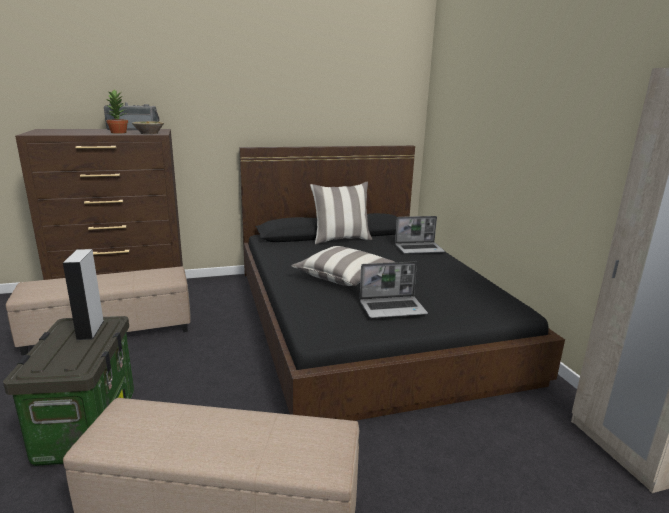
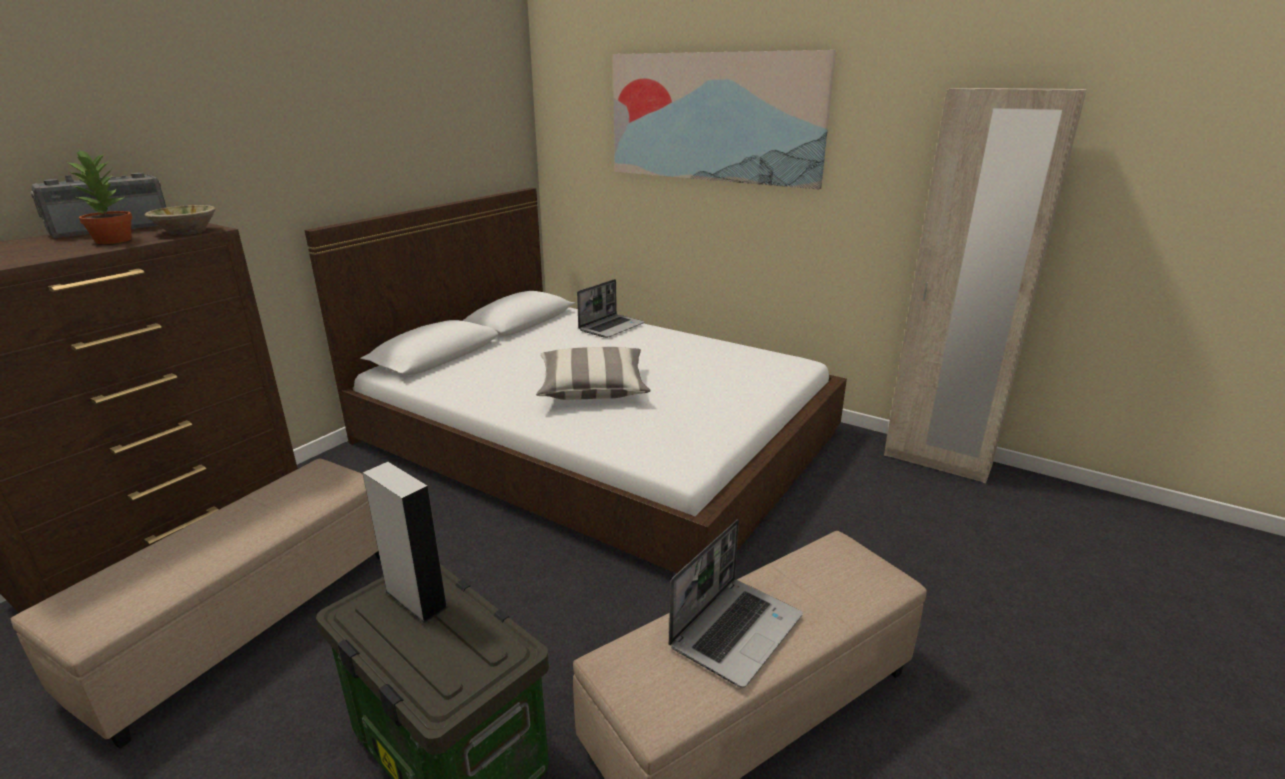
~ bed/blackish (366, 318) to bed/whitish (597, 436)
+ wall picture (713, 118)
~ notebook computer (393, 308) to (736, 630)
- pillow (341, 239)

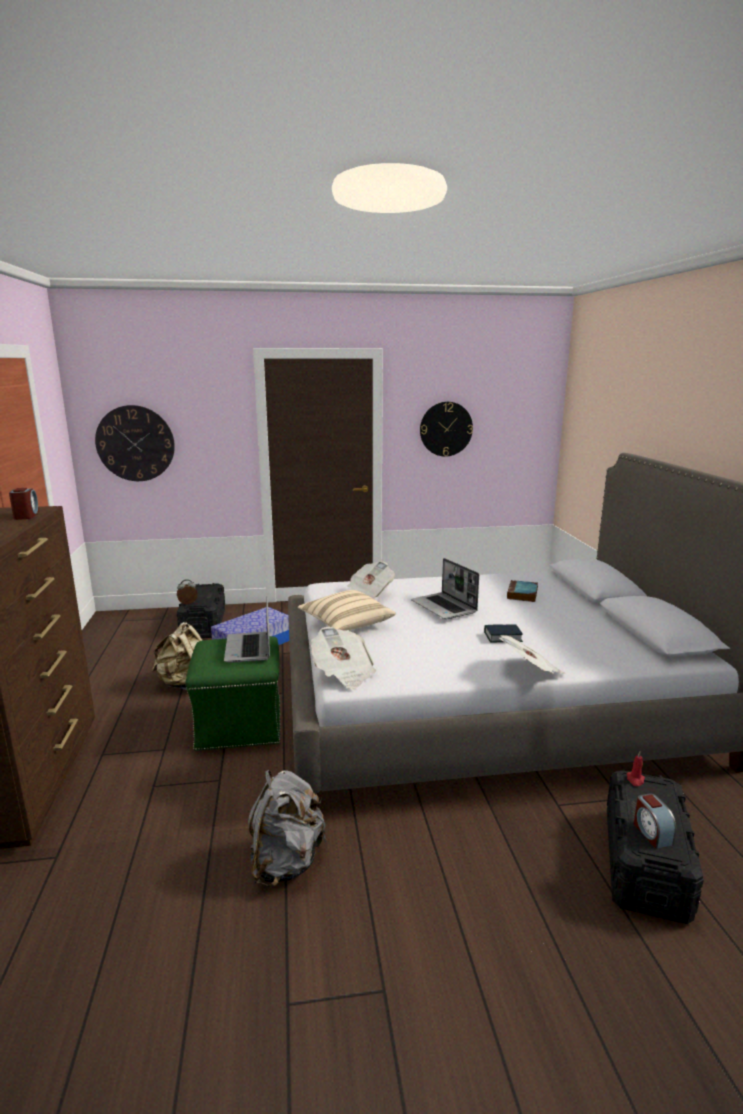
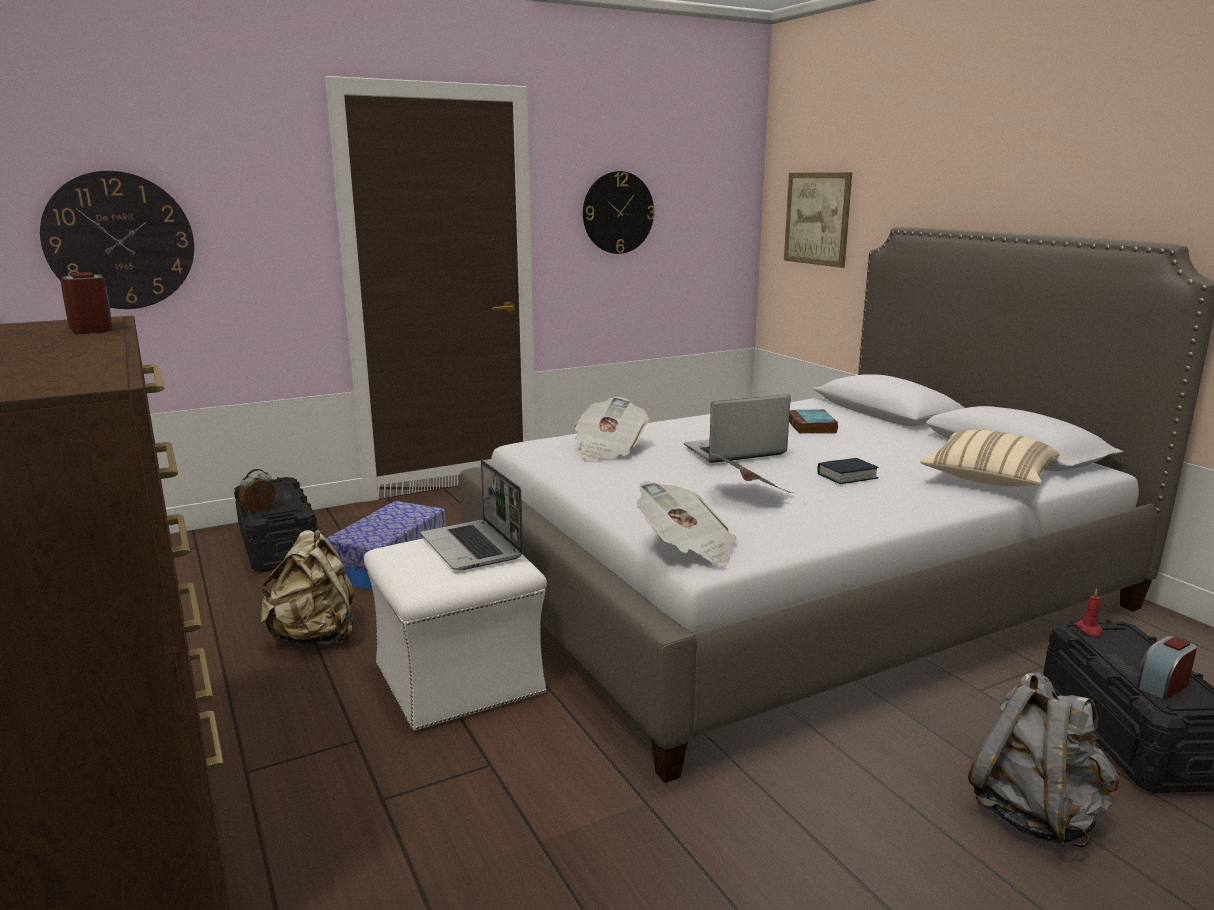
~ footrest/greenish (239, 725) to footrest/whitish (459, 679)
~ notebook computer (444, 607) = (733, 451) 120 degrees clockwise
~ printed paper (530, 671) to (750, 496)
+ wall picture (817, 218)
~ pillow/beige (346, 624) to (988, 480)
~ backpack/gray (286, 862) to (1035, 814)
~ bedside clock (651, 833) = (1163, 685) 90 degrees clockwise

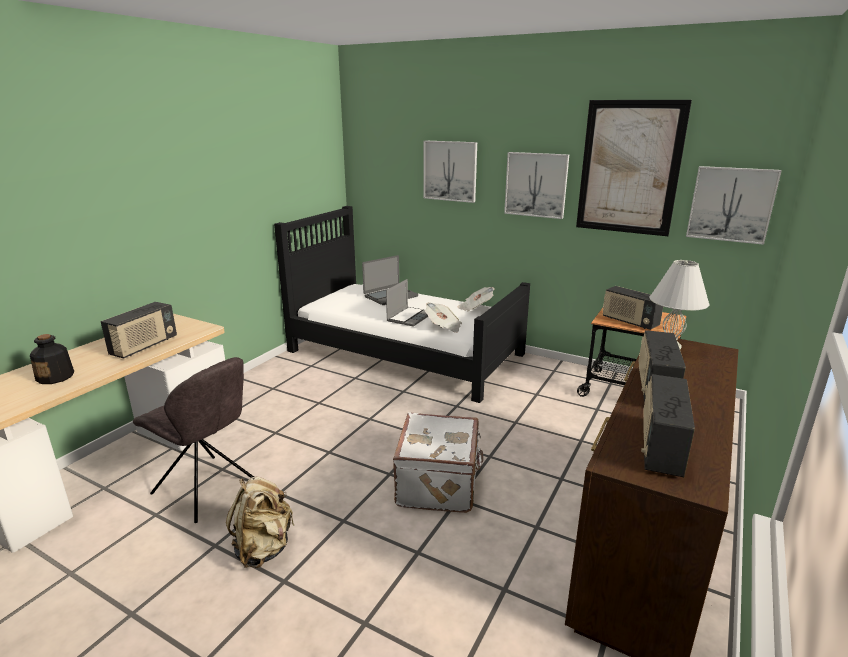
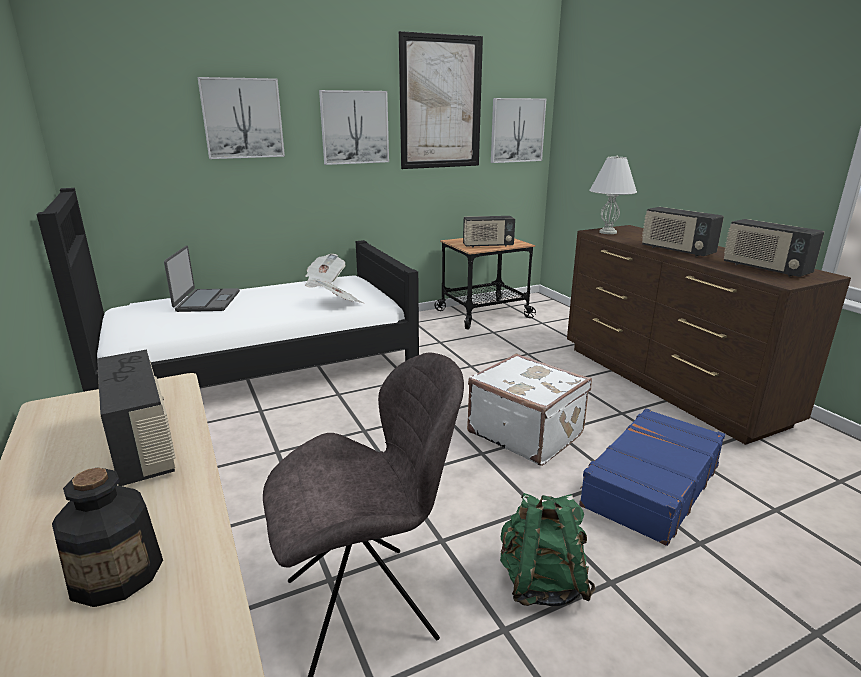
~ backpack/beige (263, 548) to backpack/greenish (541, 583)
+ travel case/bluish (650, 485)
- notebook computer (409, 317)

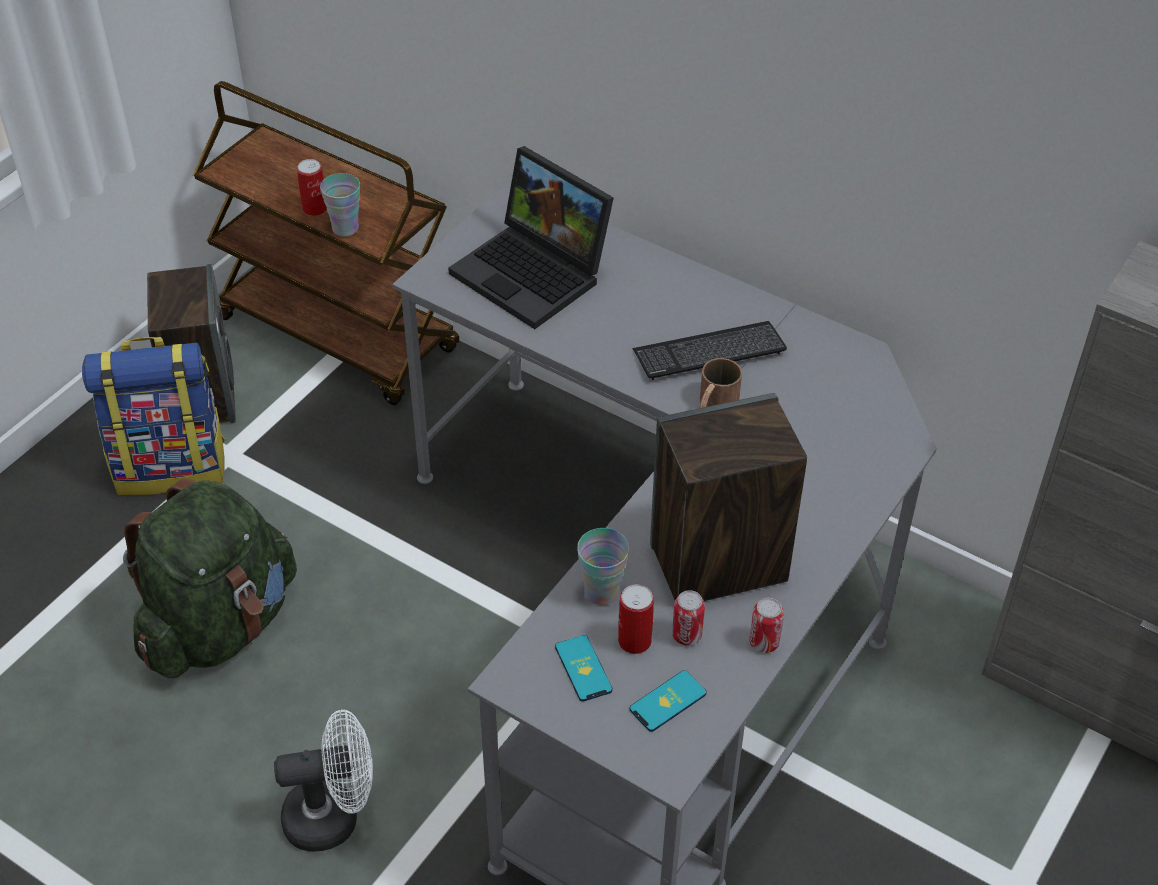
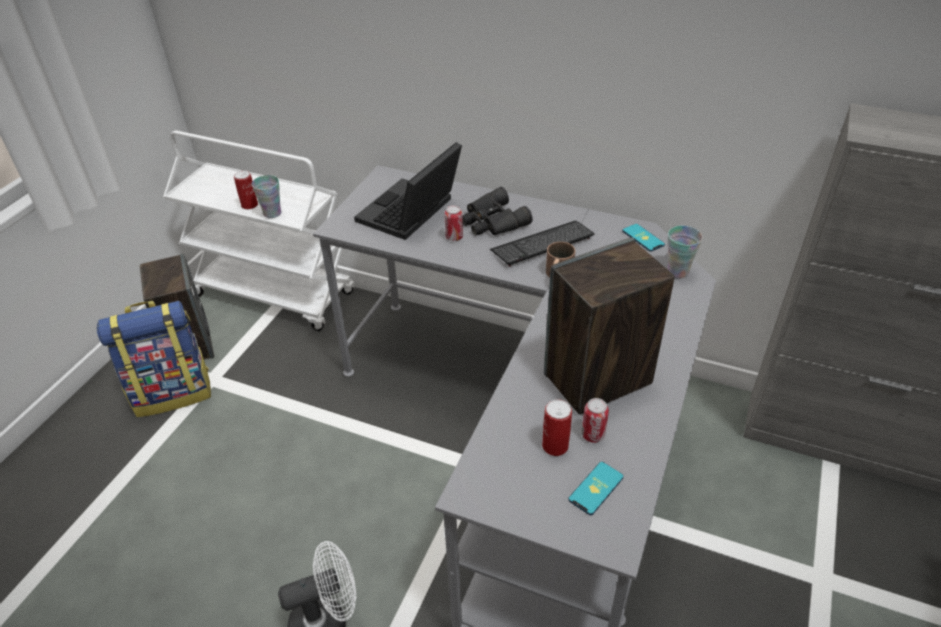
~ trolley/brown-coloured (339, 334) to trolley/whitish (276, 294)
~ notebook computer (535, 273) = (410, 214) 90 degrees clockwise
~ metal can (764, 642) to (454, 237)
+ pair of binoculars/blackish (492, 221)
~ handset (583, 668) to (643, 238)
~ small cup (602, 592) to (677, 271)
- backpack/greenish (220, 625)

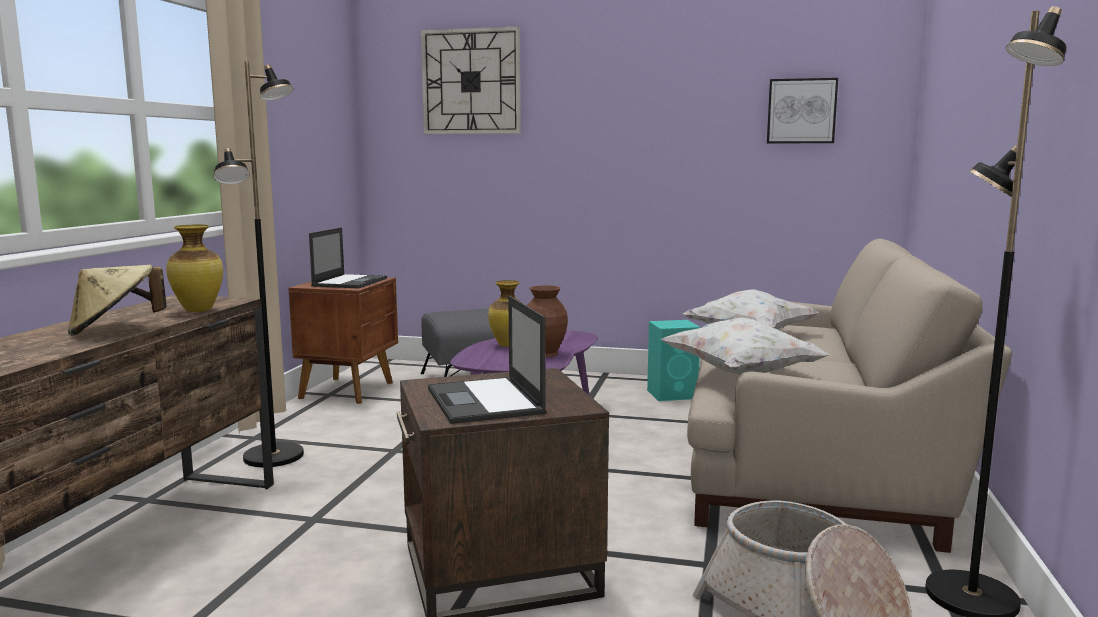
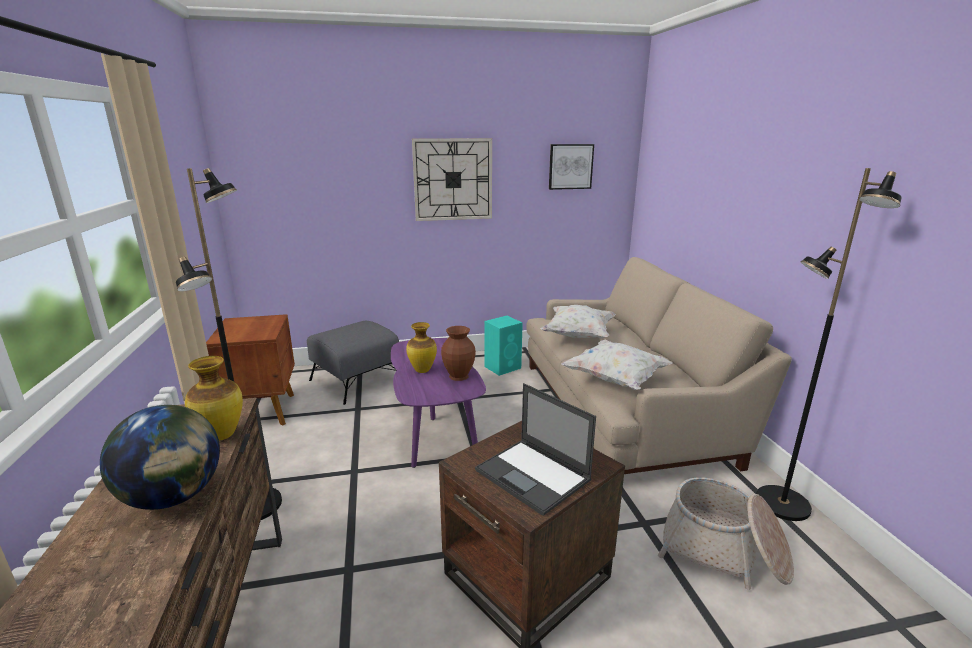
~ clothing hat/beige (115, 329) to world globe (174, 497)
~ hanging clock (471, 82) to (453, 179)
- notebook computer (350, 282)

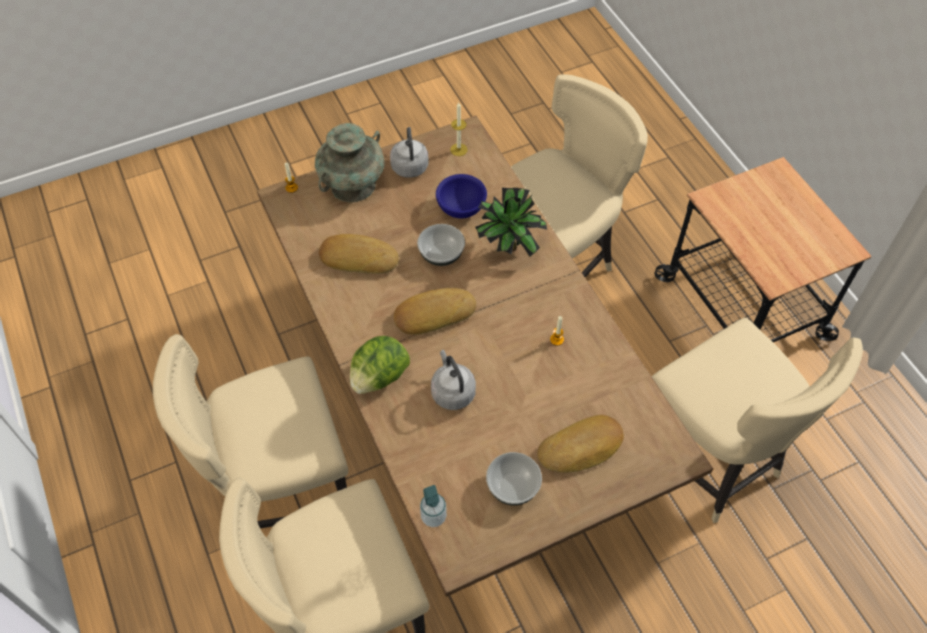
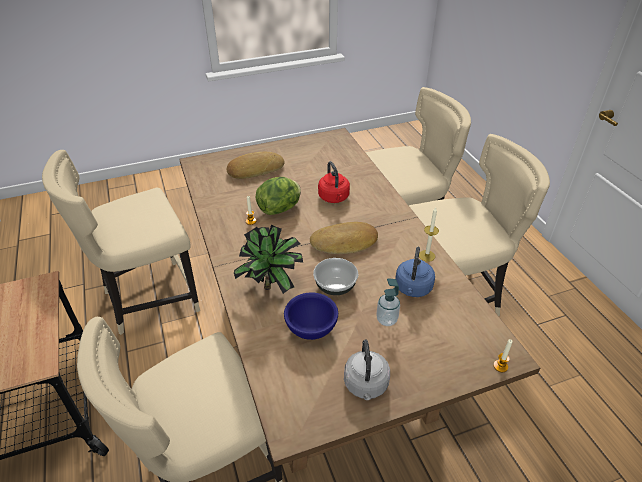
~ plain chair/beige (711, 460) = (149, 299) 90 degrees counterclockwise
~ lettuce head (379, 377) to (280, 209)
~ tea kettle/gray (452, 391) to tea kettle/reddish (334, 198)
~ soap dispenser (433, 517) to (386, 320)
~ bakery bread (359, 257) to tea kettle/bluish (413, 289)
~ candle (458, 149) to (426, 255)
- flower vase/blue-green (353, 185)
- bowl (513, 486)

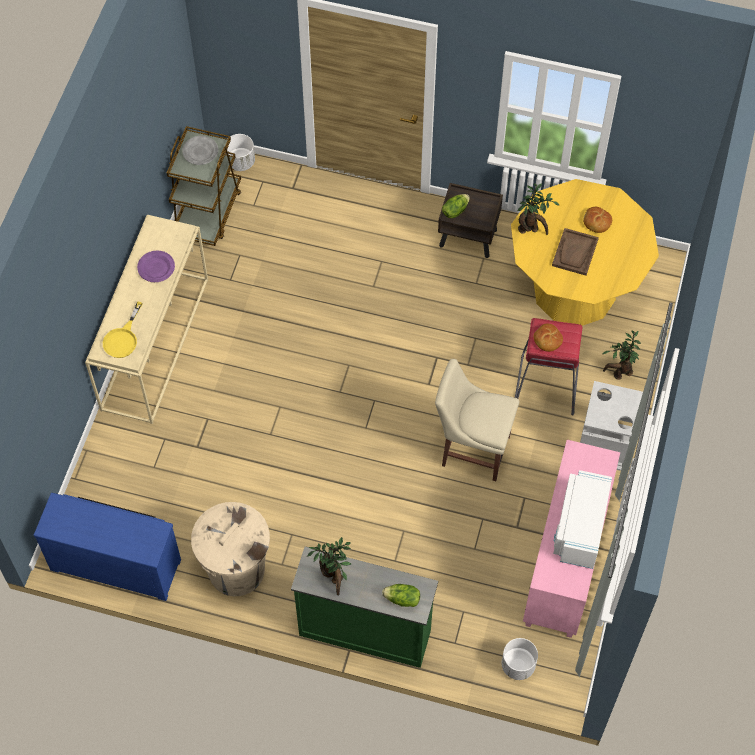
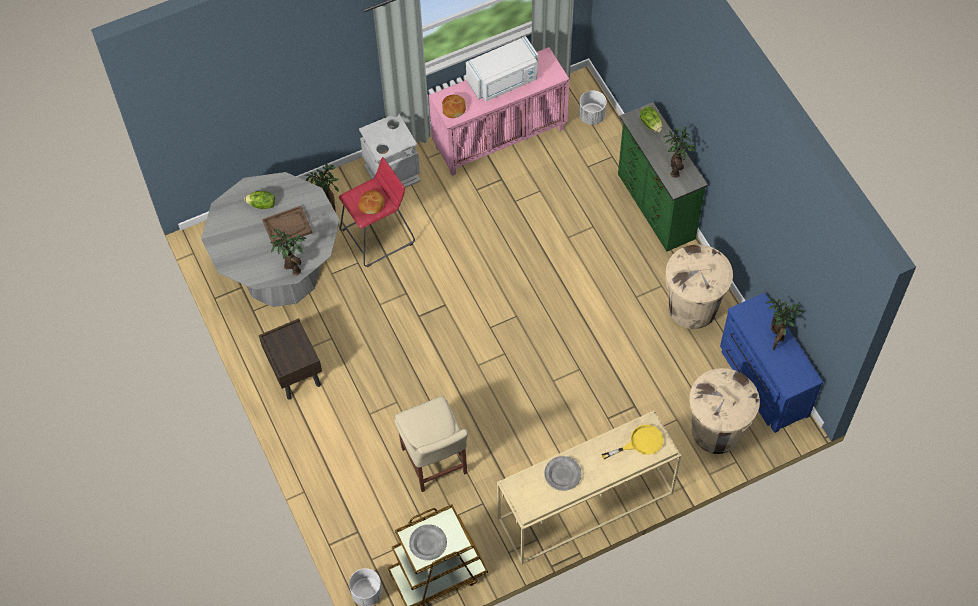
~ kitchen table/yellowish (574, 290) to kitchen table/gray (281, 273)
~ lettuce head (455, 210) to (262, 205)
~ plain chair/beige (472, 449) to (435, 464)
~ bakery bread (596, 222) to (454, 108)
~ dinner plate/purple (156, 268) to dinner plate/gray (563, 474)
+ trash can/beige (716, 431)
+ plant in a pot (777, 336)

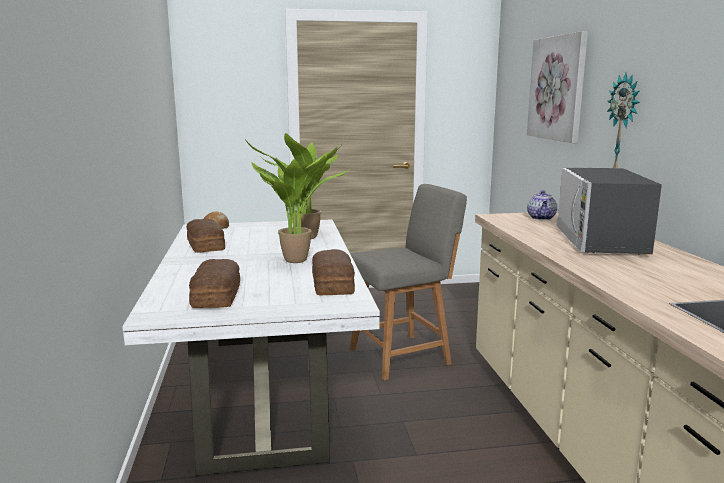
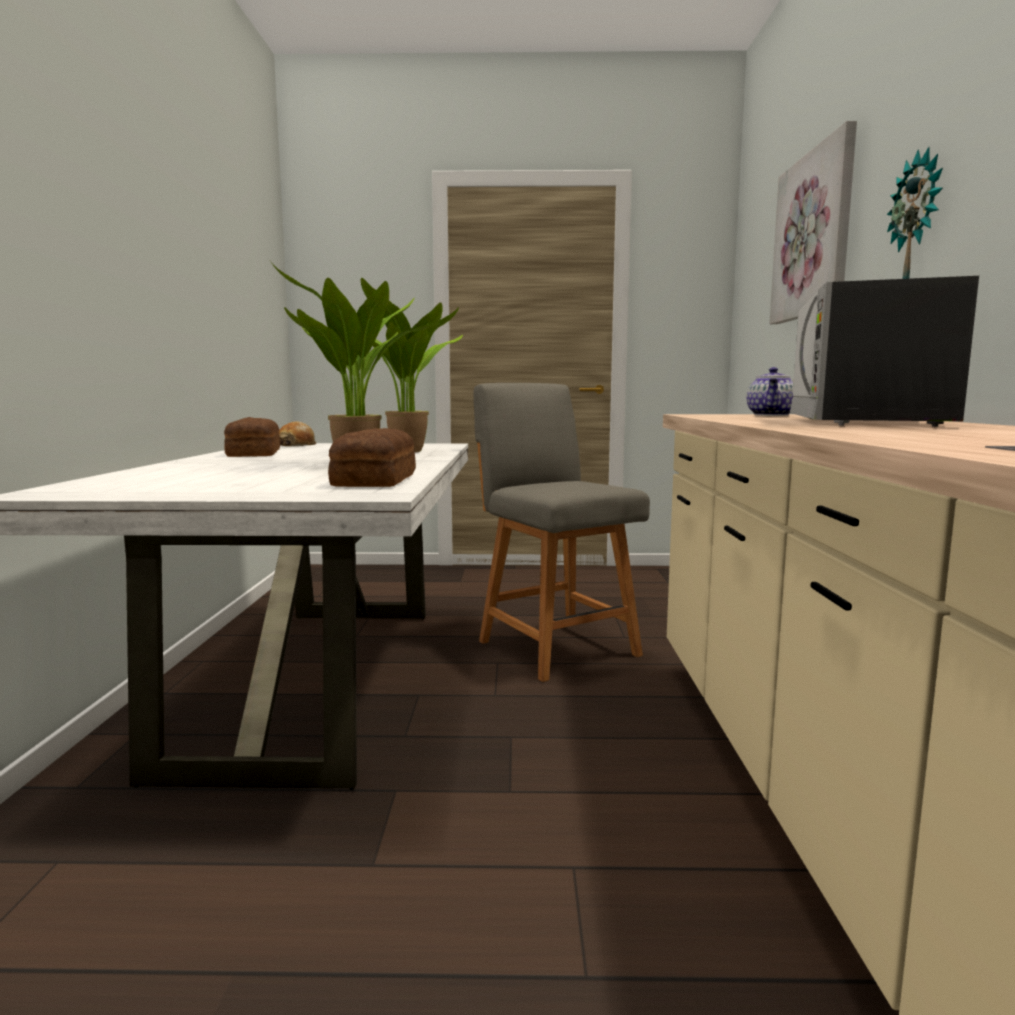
~ plain chair/gray (402, 355) = (554, 646) 105 degrees counterclockwise
- bakery bread (215, 296)

